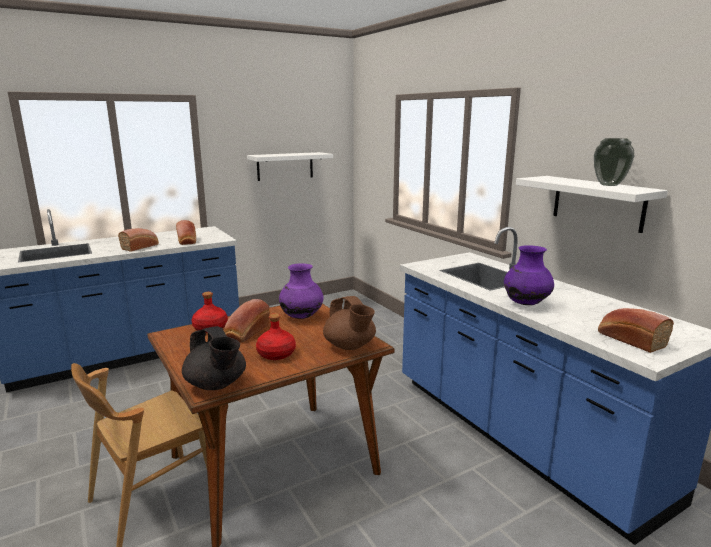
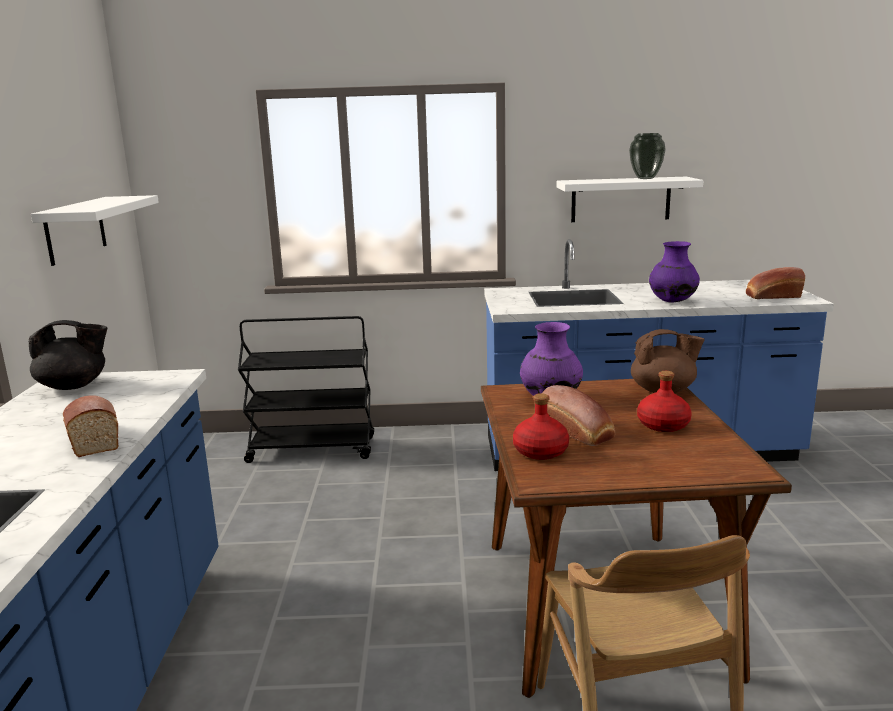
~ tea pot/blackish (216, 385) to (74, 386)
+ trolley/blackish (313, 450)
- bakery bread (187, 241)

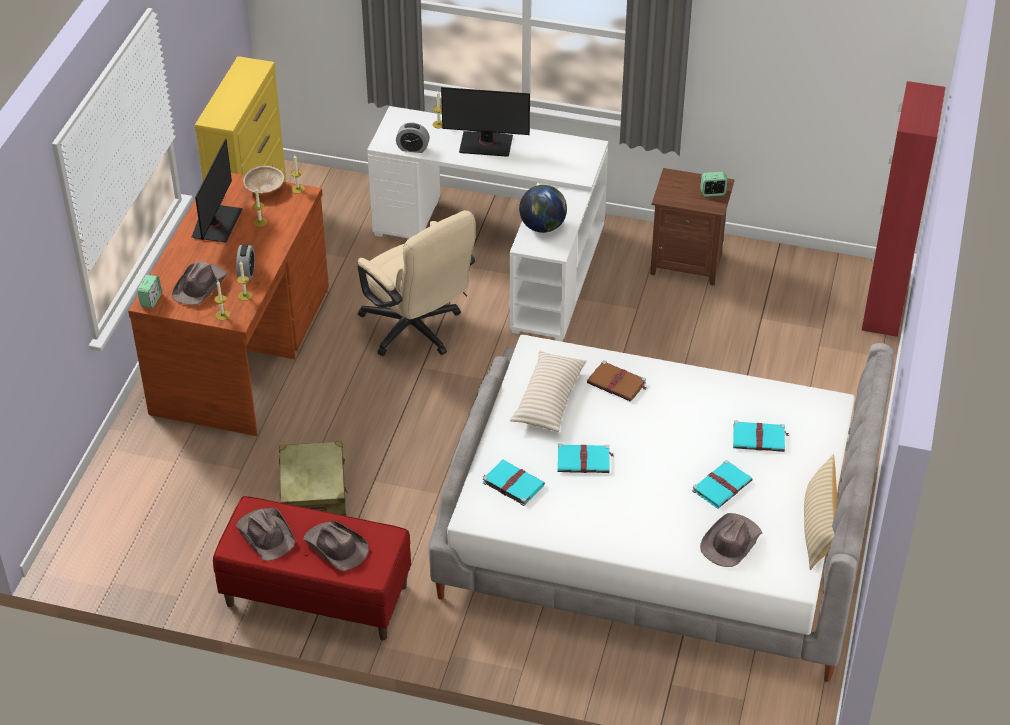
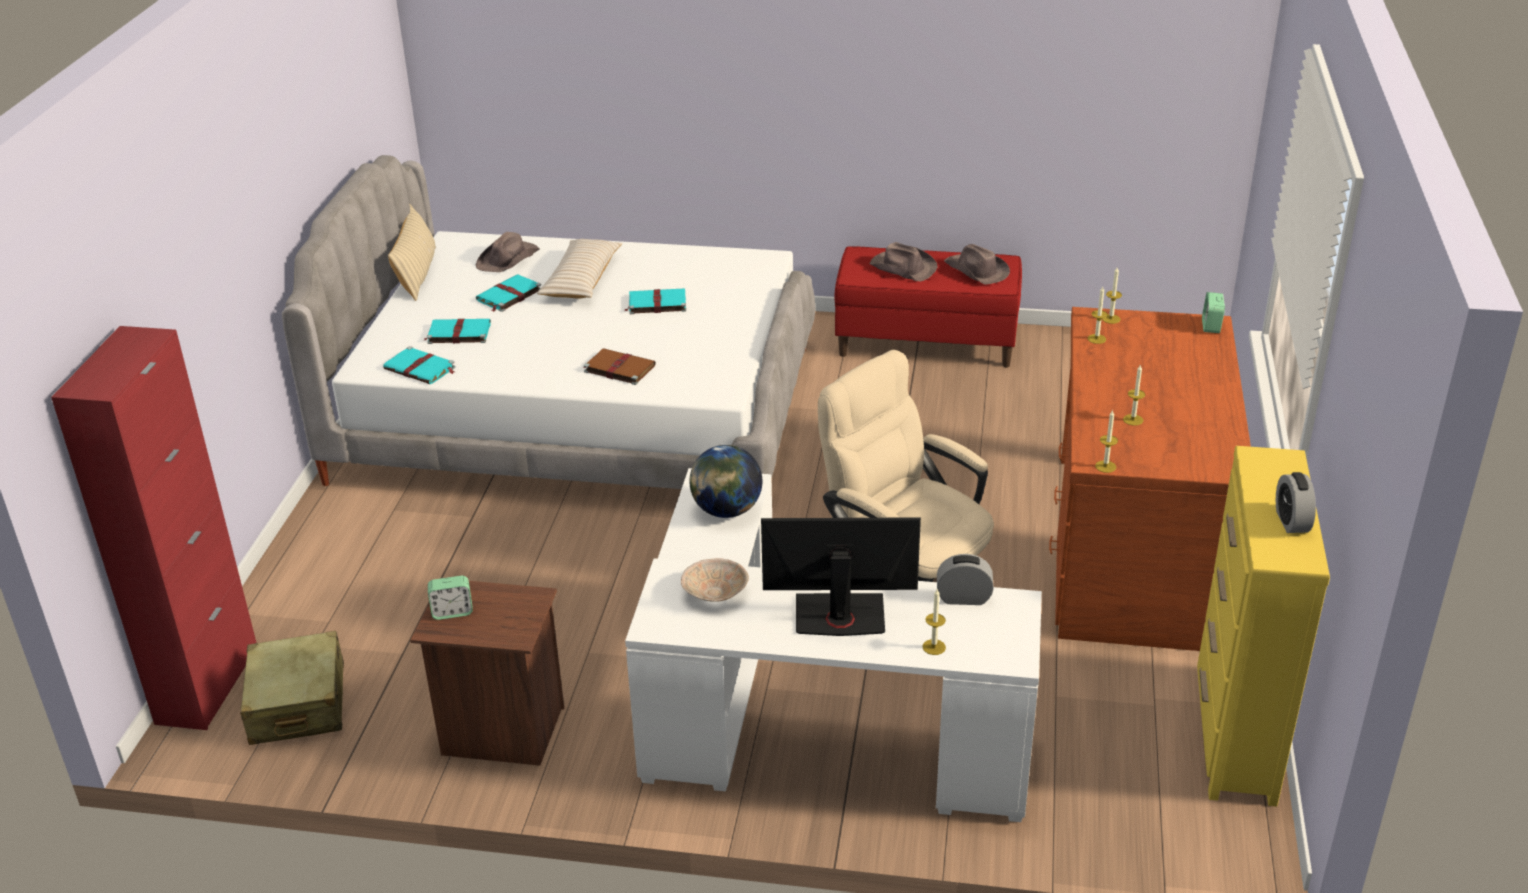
~ travel case/beige (313, 491) to (298, 704)
~ bound book/blue-green (512, 483) to (421, 369)
~ pillow/beige (548, 399) to (581, 280)
~ bowl/beige (264, 188) to (715, 593)
~ bedside clock (247, 273) to (1291, 521)
- clothing hat/brown-coloured (200, 285)
- computer display (216, 224)

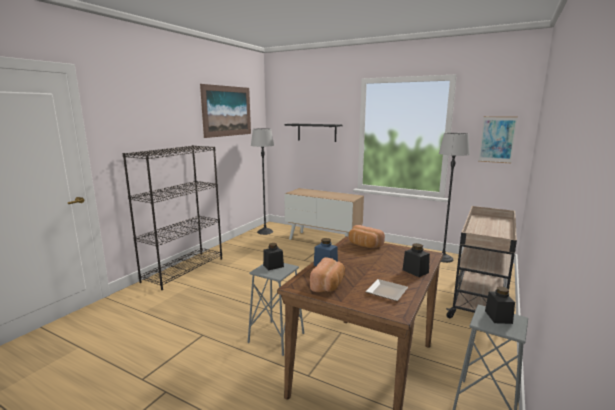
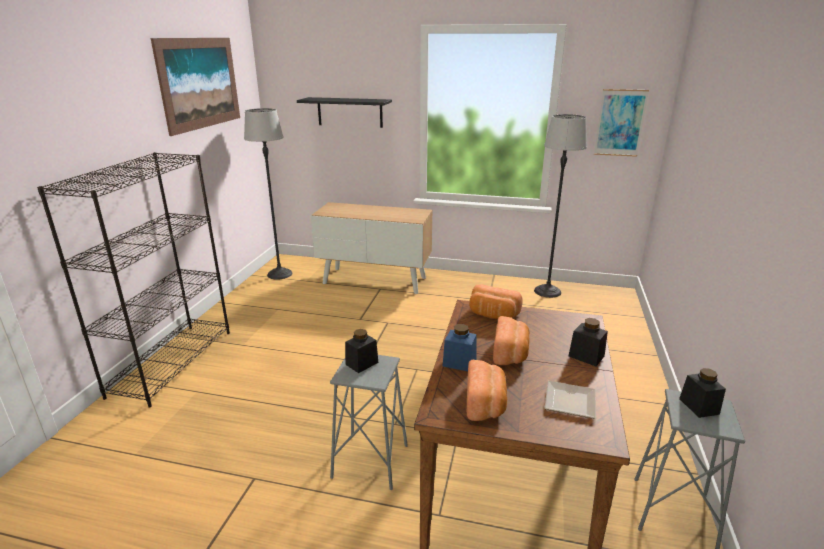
+ bakery bread (510, 353)
- trolley/beige (480, 297)

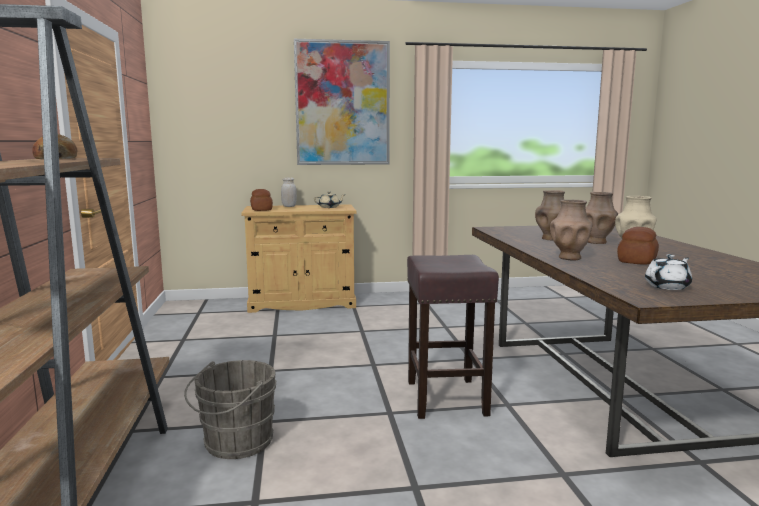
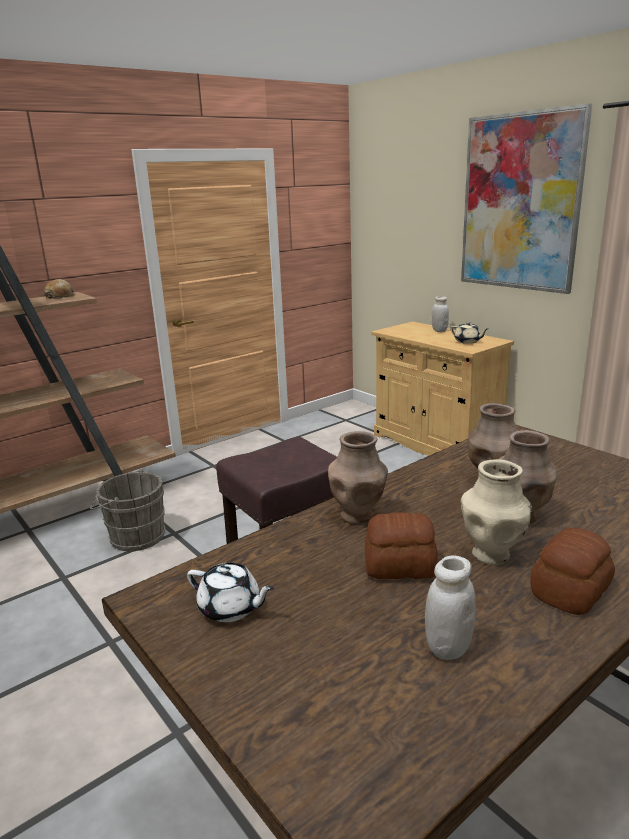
+ storage jar/whitish (448, 647)
~ bakery bread (262, 209) to (571, 591)

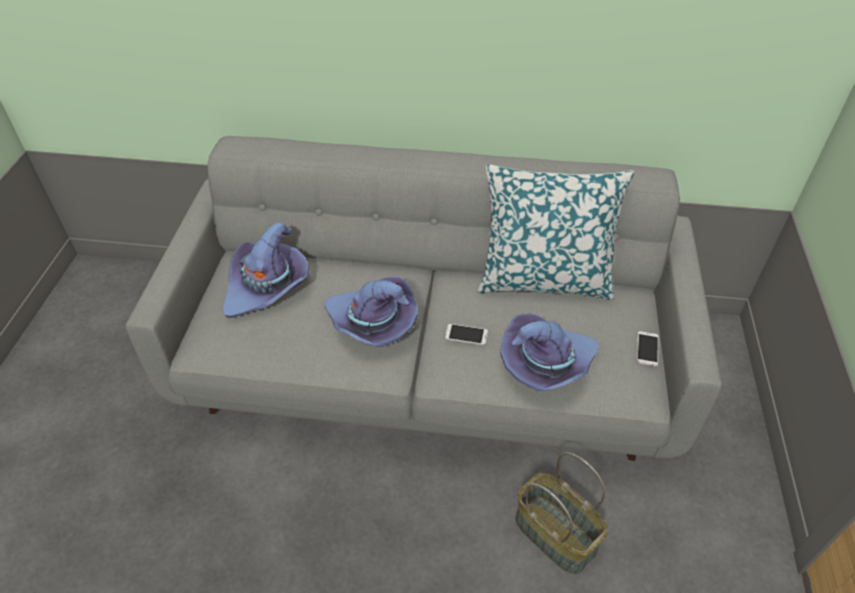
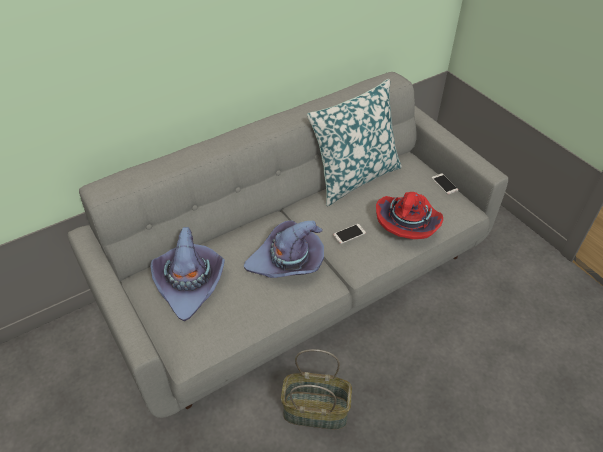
~ basket (556, 534) to (316, 409)
~ clothing hat/purple (546, 363) to clothing hat/reddish (408, 222)

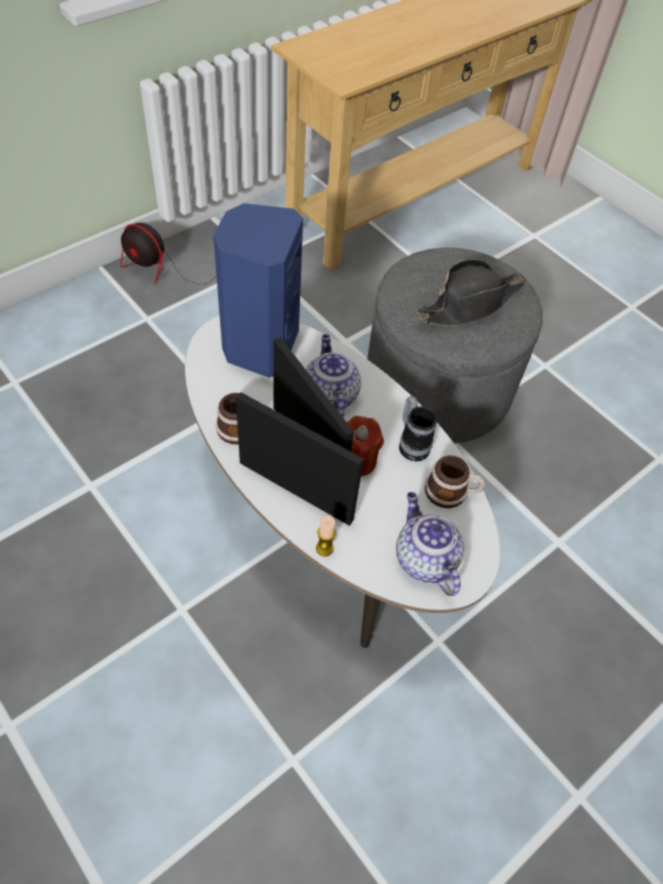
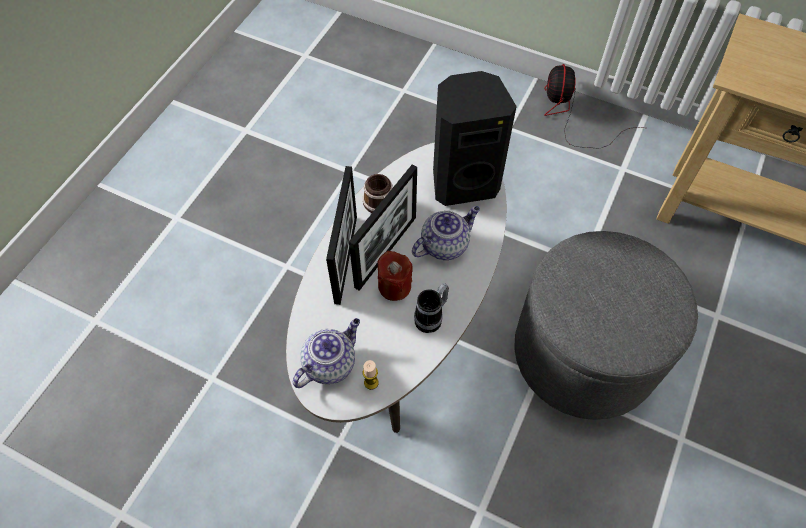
~ candle (324, 548) to (371, 382)
~ speaker/bluish (259, 346) to speaker/blackish (463, 181)
- clothing hat/blackish (470, 304)
- tea mug (451, 492)

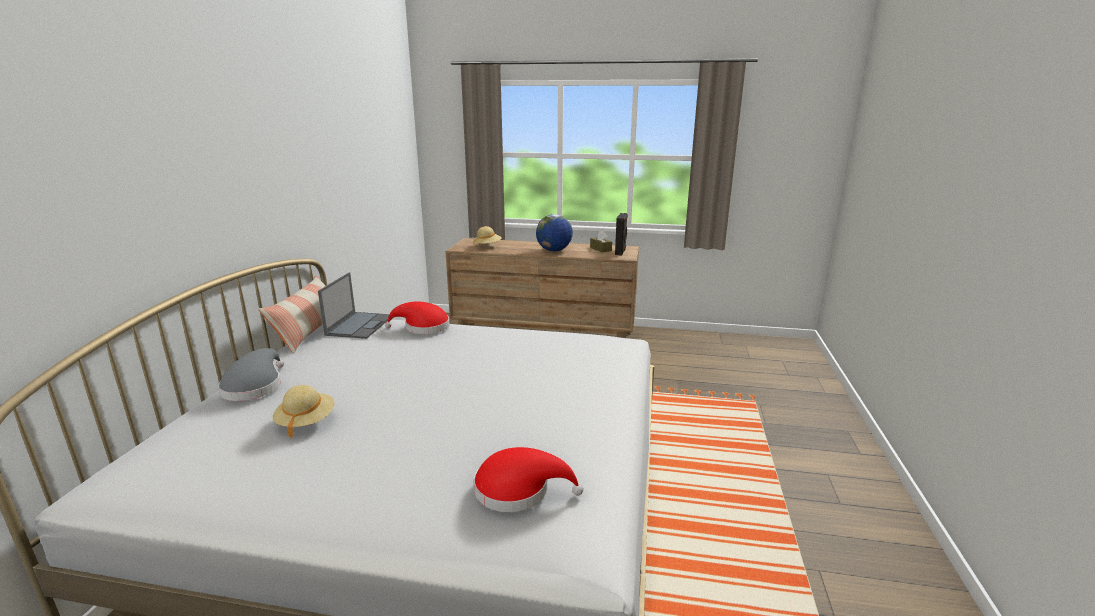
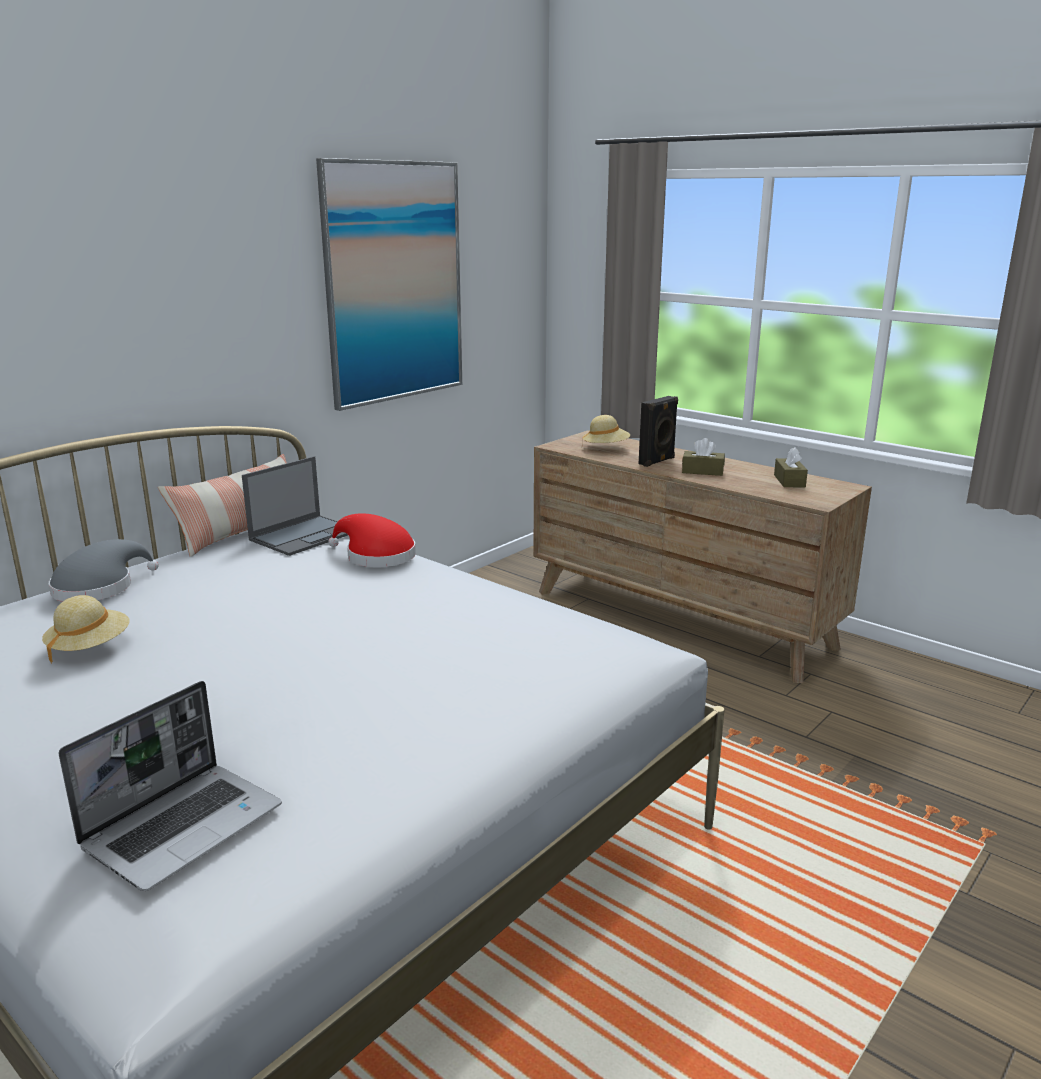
~ clothing hat/reddish (518, 489) to notebook computer (184, 825)
+ wall picture (394, 283)
~ speaker/blackish (621, 252) to (657, 461)
~ world globe (554, 250) to tissue box/brown-coloured (702, 471)

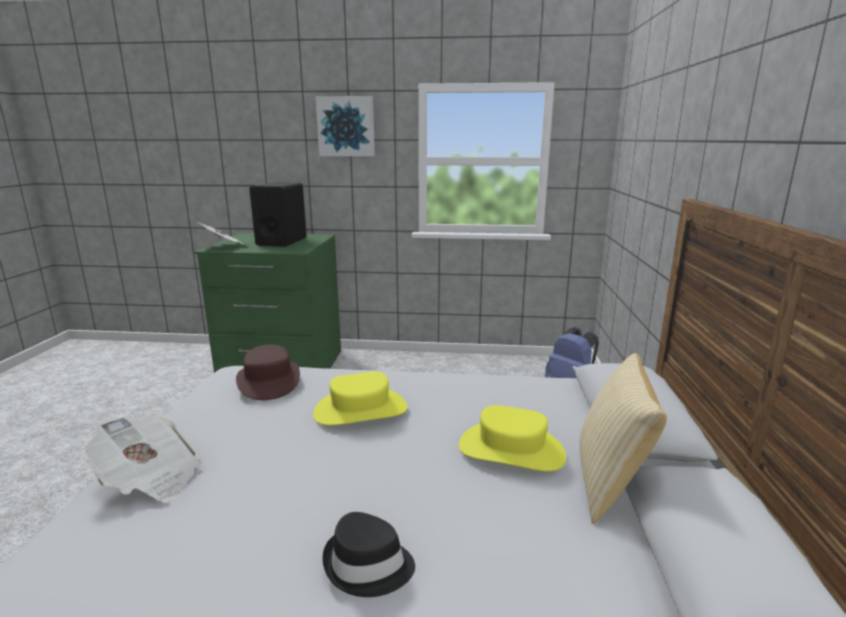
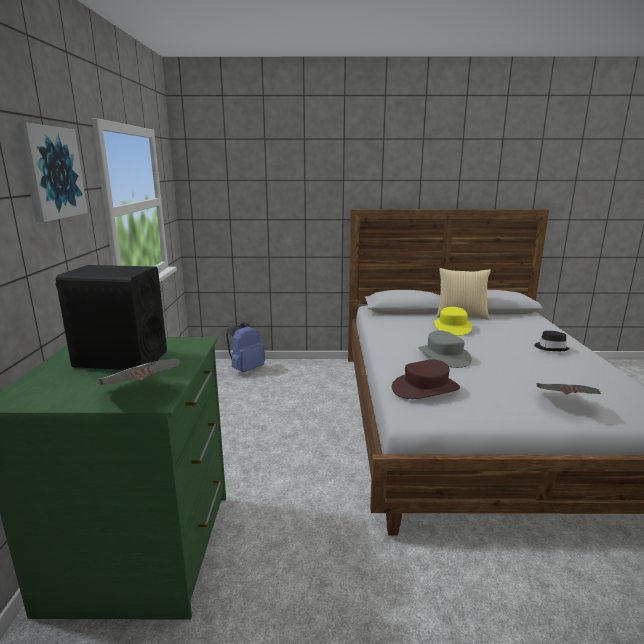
~ clothing hat/yellowish (360, 410) to clothing hat/gray (444, 356)

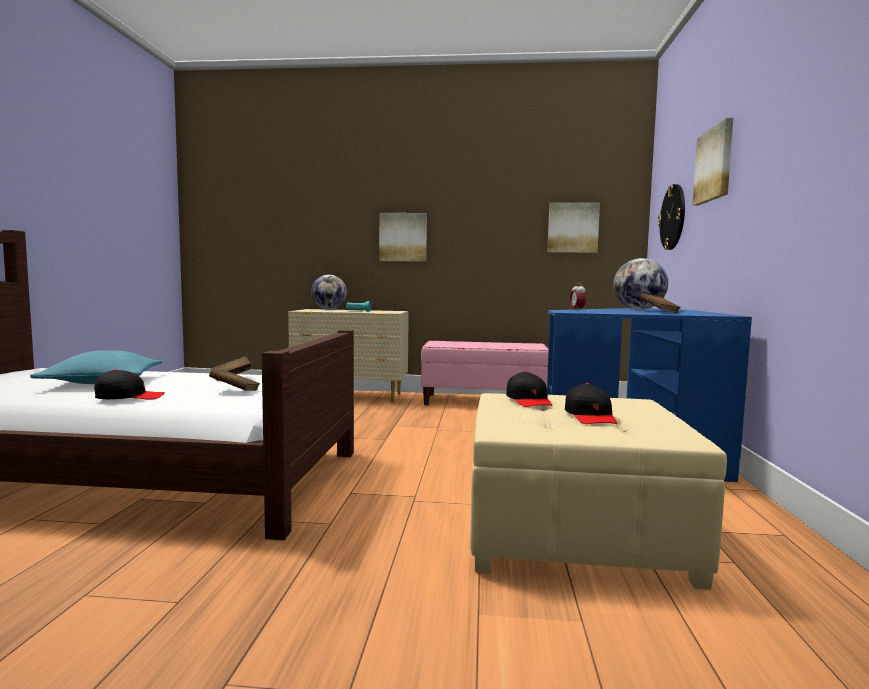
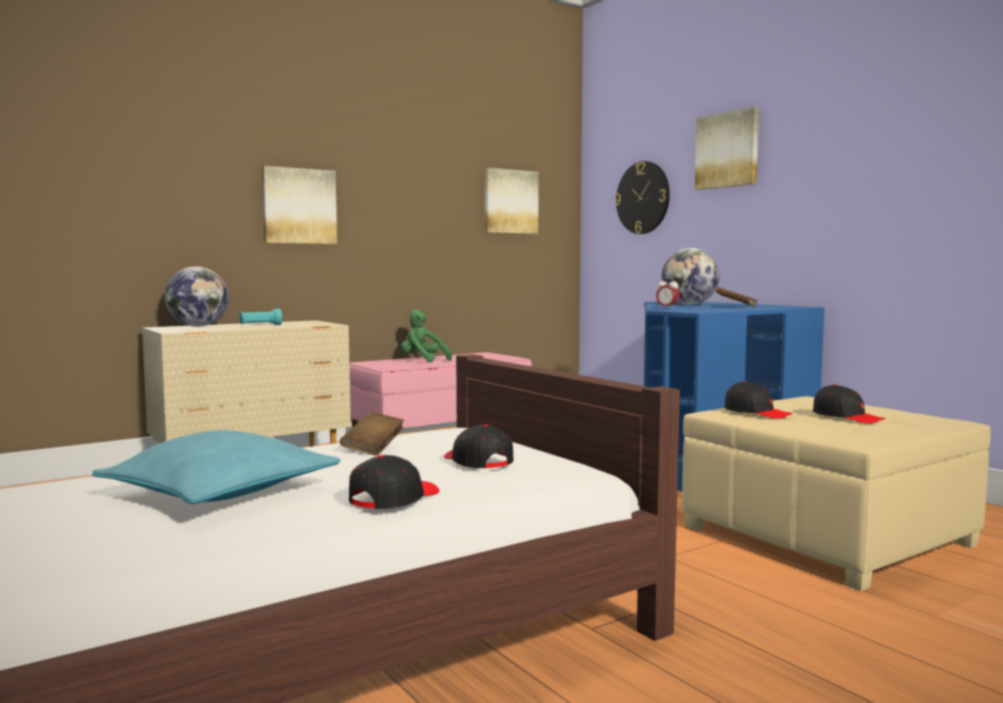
+ cuddly toy/greenish (422, 361)
~ bound book/brown-coloured (235, 391) to cap/blackish (477, 462)

